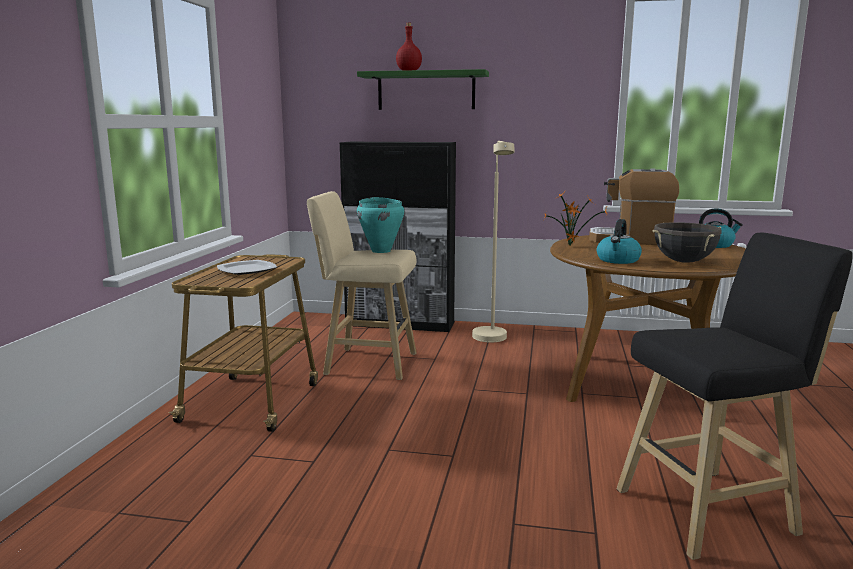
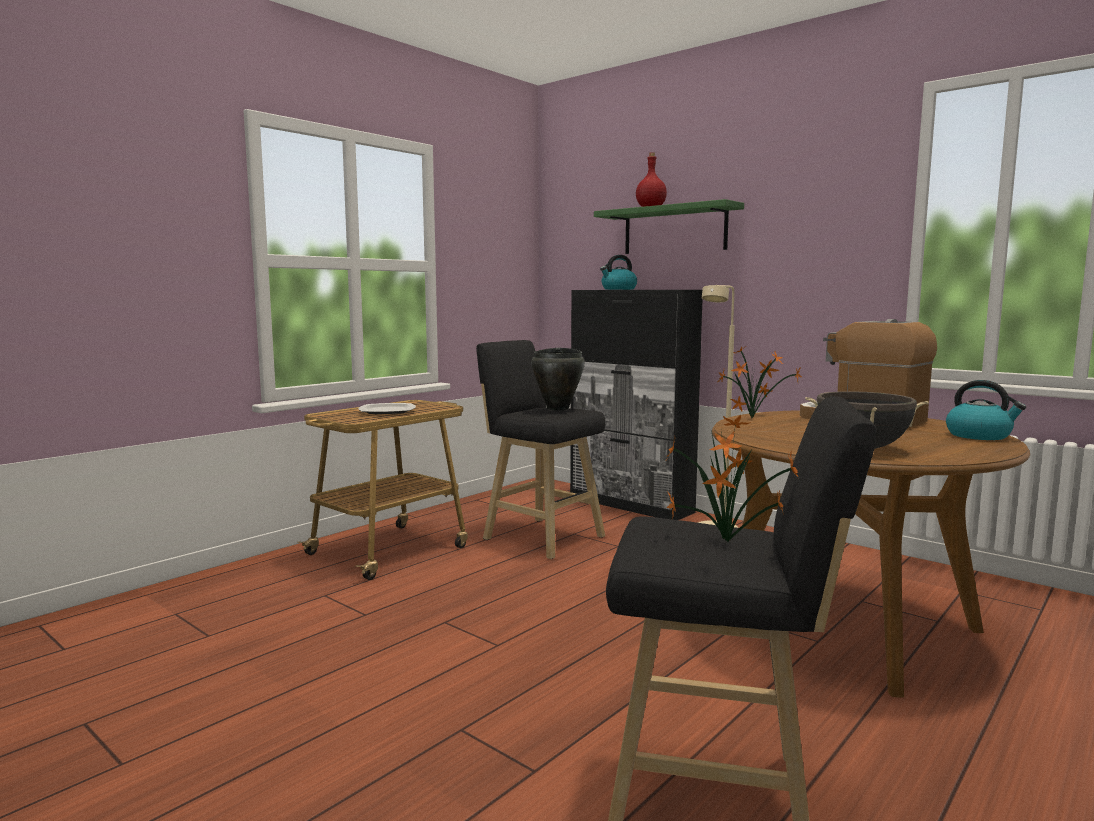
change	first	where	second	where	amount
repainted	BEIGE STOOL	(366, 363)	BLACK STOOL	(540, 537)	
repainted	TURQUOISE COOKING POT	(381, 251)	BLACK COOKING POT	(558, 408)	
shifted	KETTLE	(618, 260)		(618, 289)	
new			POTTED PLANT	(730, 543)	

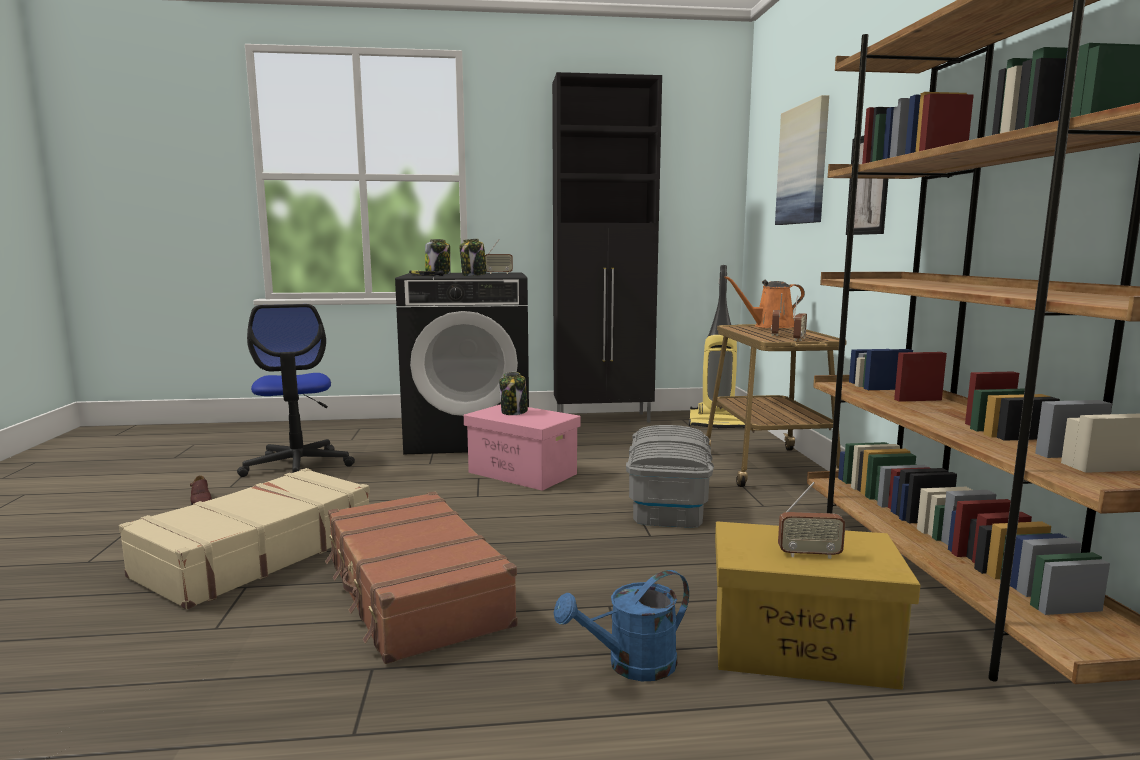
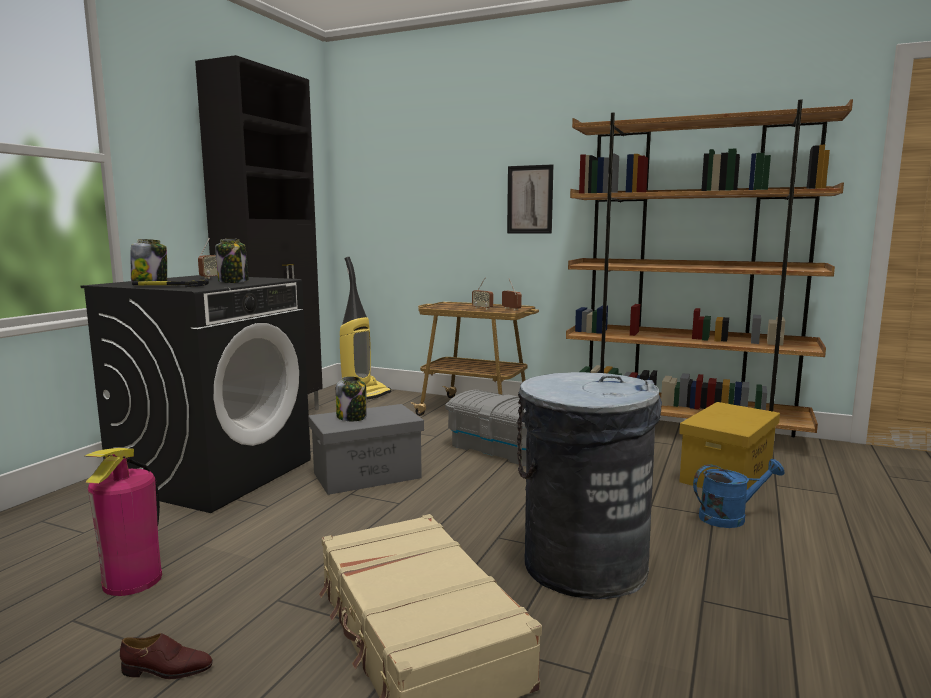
change	first	where	second	where	amount
swapped	OFFICE CHAIR	(298, 466)	FIRE EXTINGUISHER	(133, 580)	
repainted	PINK STORAGE BOX	(523, 473)	GREY STORAGE BOX	(368, 475)	
swapped	BROWN SUITCASE	(414, 592)	GREY TRASH CAN	(583, 564)	
rotated	BLUE WATERING CAN	(631, 665)		(729, 517)	105 degrees counterclockwise
gone	ORANGE WATERING CAN	(770, 326)			
gone	PICTURE	(803, 165)			
gone	RADIO	(809, 554)			

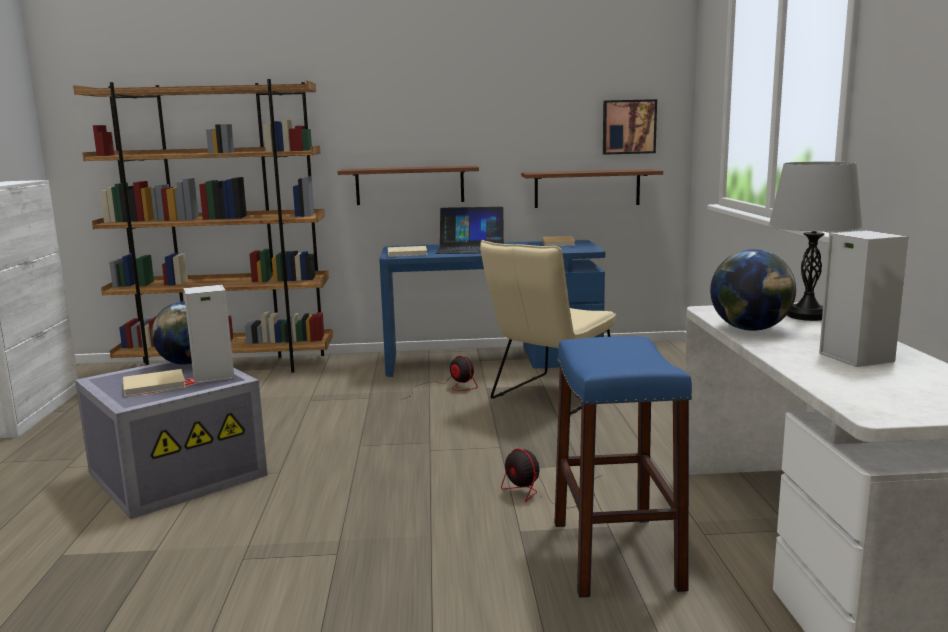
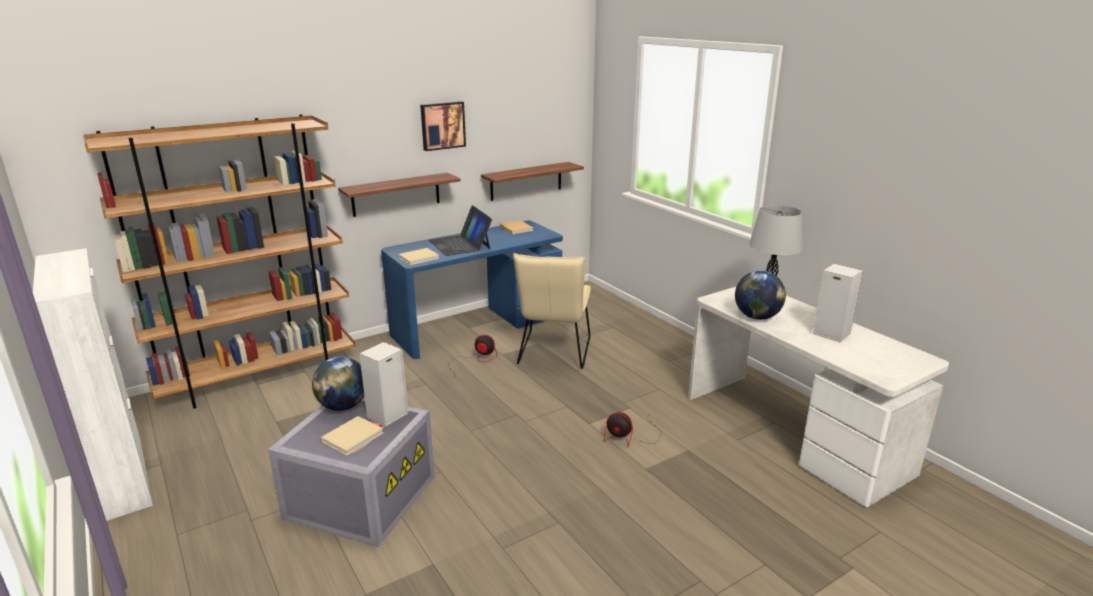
change	first	where	second	where	amount
shifted	PICTURE	(628, 127)		(442, 125)	
rotated	LAPTOP	(470, 248)		(460, 244)	90 degrees clockwise
gone	BLUE STOOL	(615, 554)			

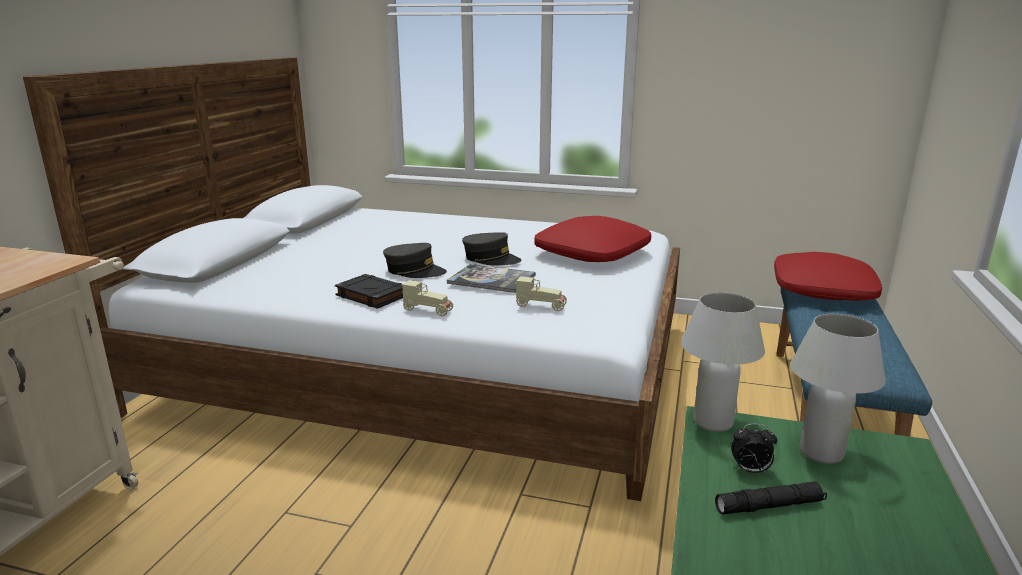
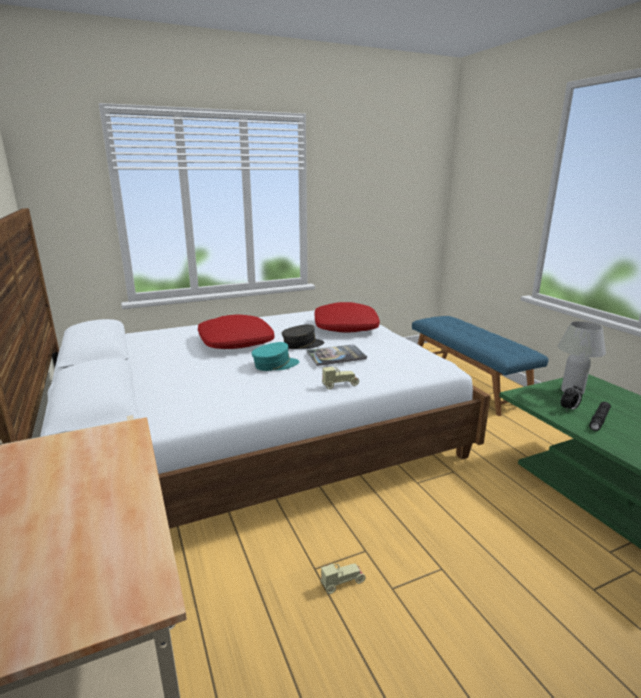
change	first	where	second	where	amount
shifted	RED PILLOW	(822, 290)		(235, 342)	
repainted	GREY CAP	(414, 271)	TURQUOISE CAP	(275, 365)	
shifted	BEIGE TOY CAR	(541, 306)		(342, 583)	
gone	BLACK BOOK	(371, 295)			
gone	WHITE TABLE LAMP	(713, 422)			

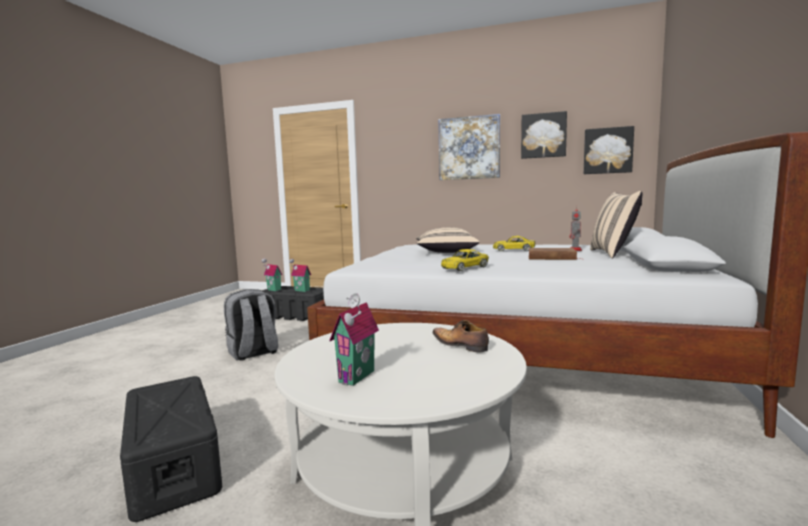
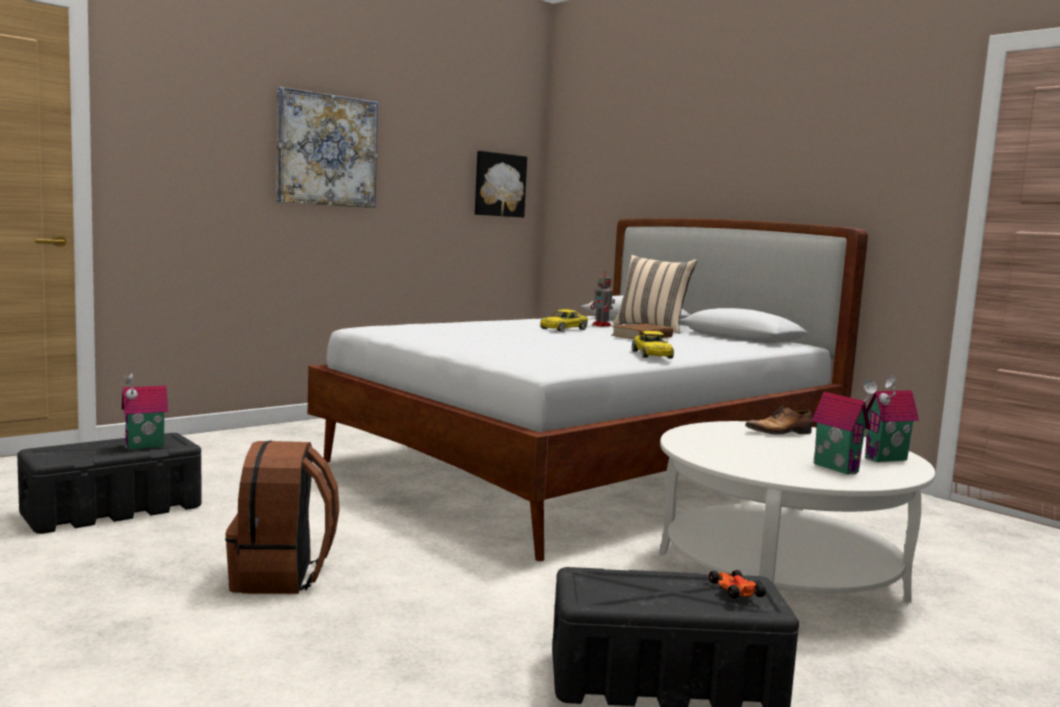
change	first	where	second	where	amount
repainted	GREY BACKPACK	(253, 353)	BROWN BACKPACK	(282, 576)	
new			TOY CAR	(734, 591)	
shifted	TOY HOUSE	(273, 290)		(887, 459)	
gone	BEIGE PILLOW	(445, 252)			
gone	PICTURE	(543, 135)			

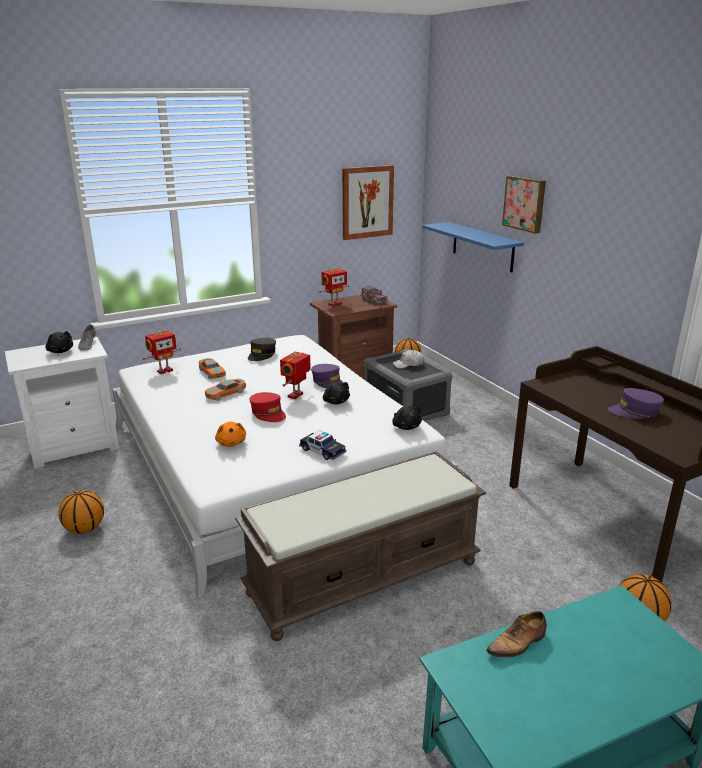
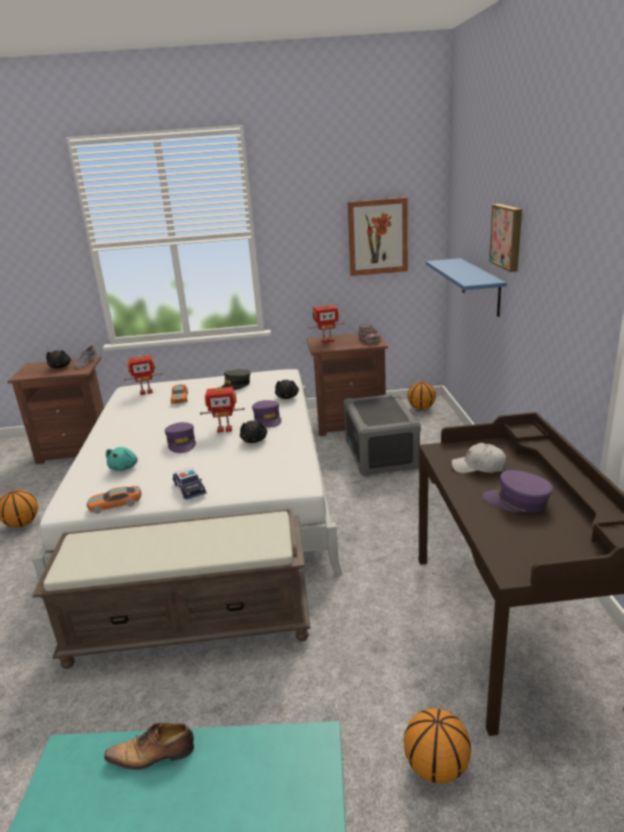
change	first	where	second	where	amount
repainted	WHITE NIGHTSTAND	(75, 446)	BROWN NIGHTSTAND	(78, 450)	
shifted	TOY CAR	(225, 393)		(115, 504)	
repainted	ORANGE PLUSH TOY	(231, 443)	TURQUOISE PLUSH TOY	(124, 467)	
repainted	RED CAP	(268, 413)	PURPLE CAP	(182, 443)	
rotated	TOY ROBOT	(296, 395)		(224, 429)	150 degrees counterclockwise
shifted	BLACK PLUSH TOY	(406, 426)		(287, 397)	
shifted	WHITE CAP	(408, 364)		(478, 467)	

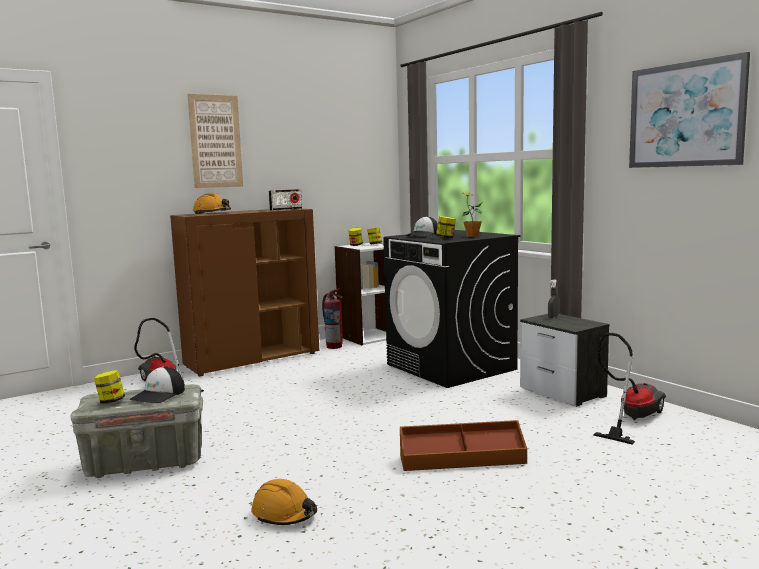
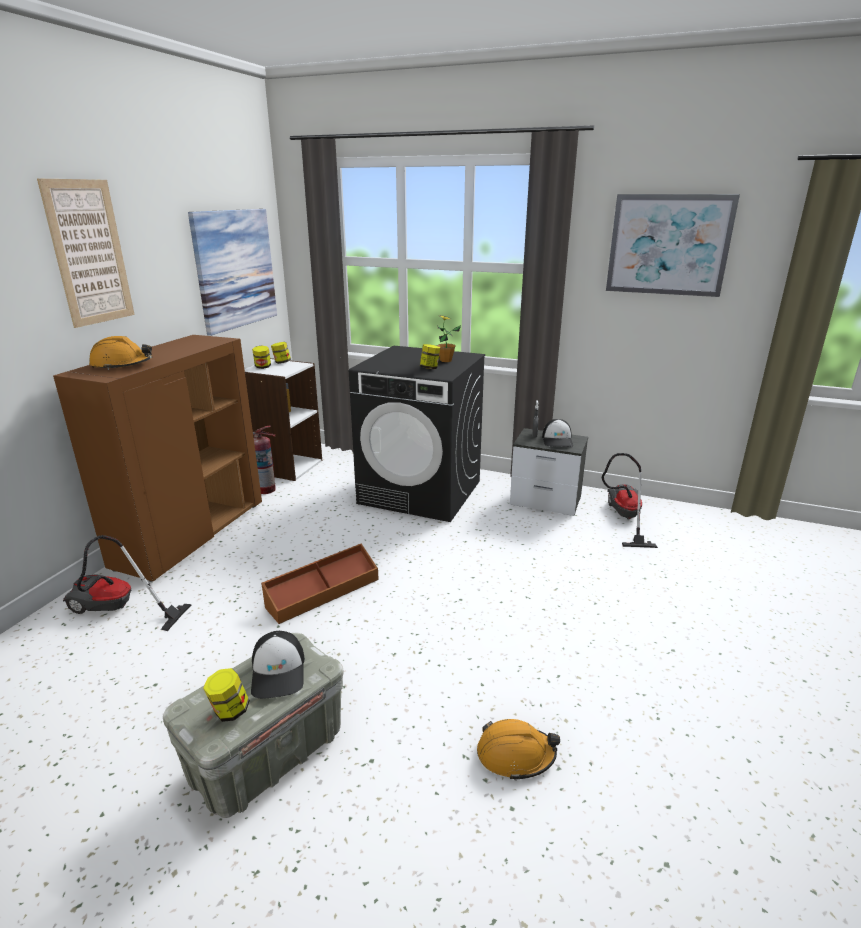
change	first	where	second	where	amount
new			PICTURE	(235, 269)	
shifted	BROWN STORAGE BOX	(462, 459)		(323, 592)	
shifted	CAP	(423, 235)		(557, 440)	
gone	RADIO	(286, 209)			

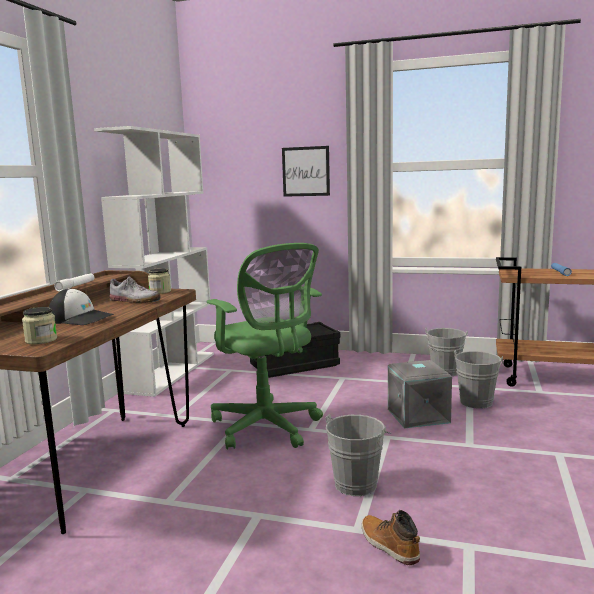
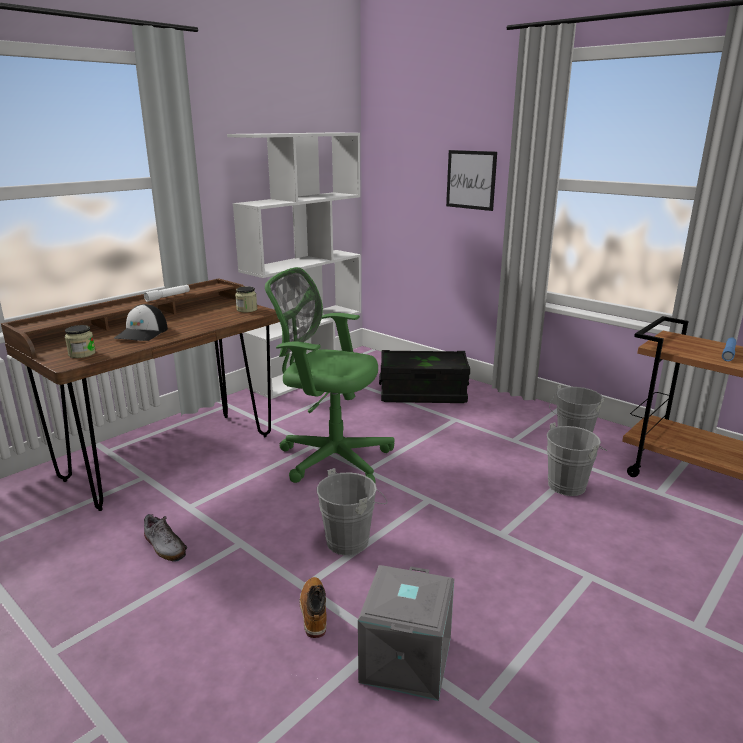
change	first	where	second	where	amount
rotated	CAP	(81, 318)		(142, 333)	60 degrees clockwise
shifted	SHOE	(134, 300)		(165, 546)	
rotated	GREEN OFFICE CHAIR	(268, 428)		(331, 458)	120 degrees clockwise
shifted	GREY STORAGE BOX	(417, 415)		(404, 658)	

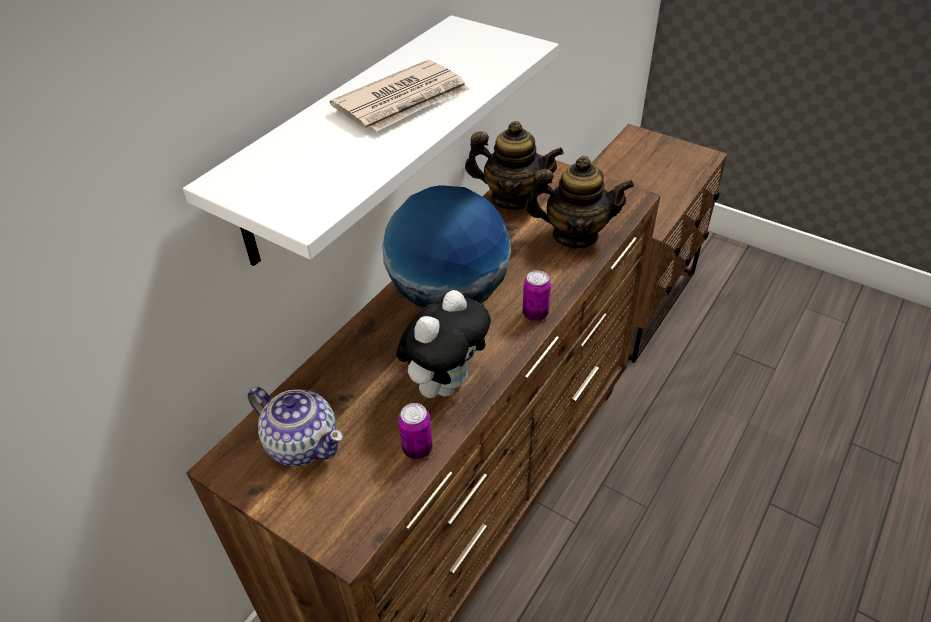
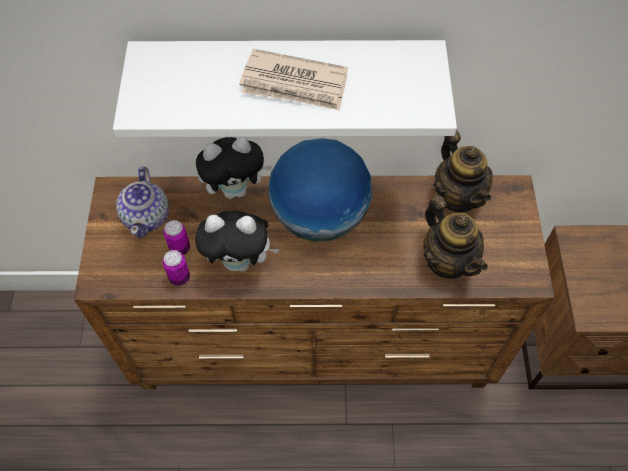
change	first	where	second	where	amount
shifted	CAN	(535, 314)		(180, 248)	
new			PLUSH TOY	(236, 189)	

